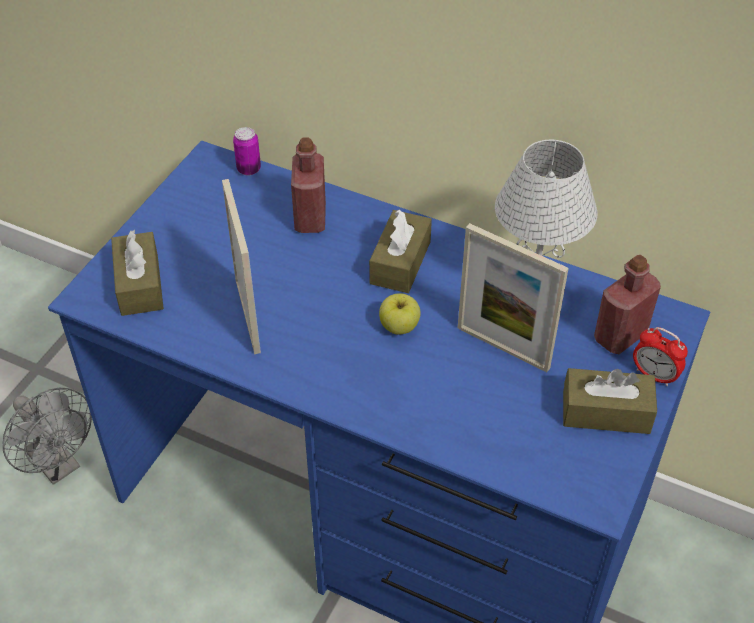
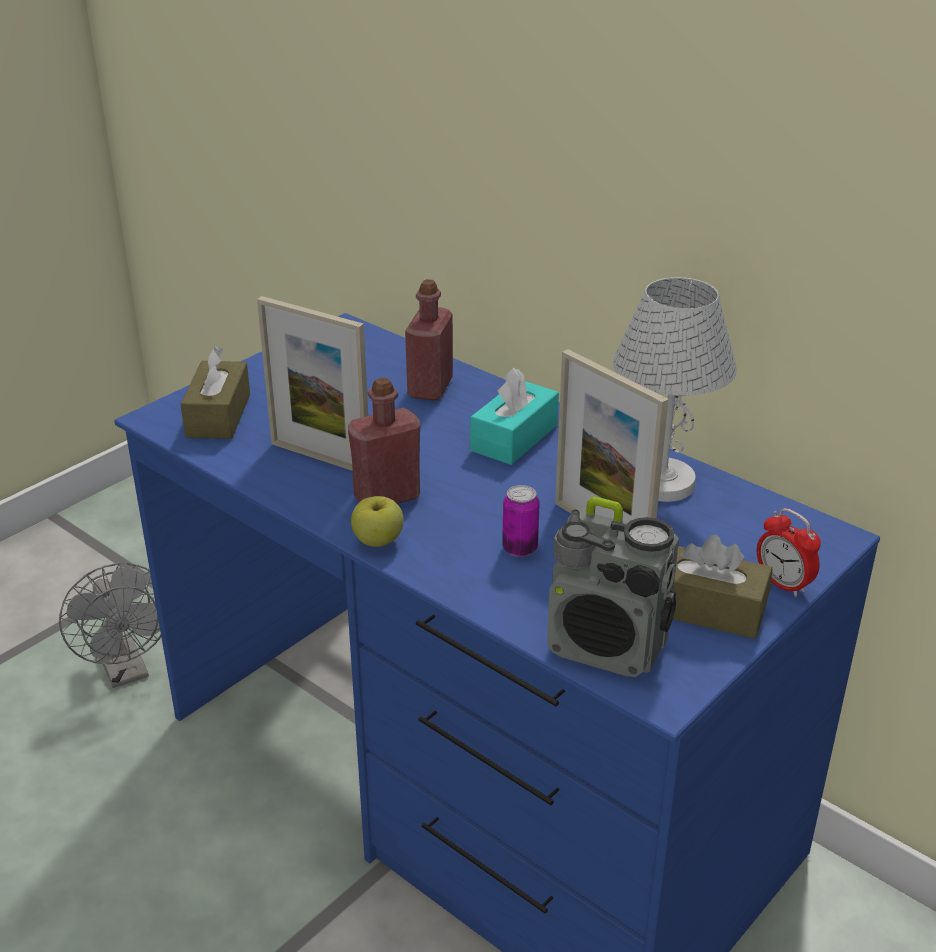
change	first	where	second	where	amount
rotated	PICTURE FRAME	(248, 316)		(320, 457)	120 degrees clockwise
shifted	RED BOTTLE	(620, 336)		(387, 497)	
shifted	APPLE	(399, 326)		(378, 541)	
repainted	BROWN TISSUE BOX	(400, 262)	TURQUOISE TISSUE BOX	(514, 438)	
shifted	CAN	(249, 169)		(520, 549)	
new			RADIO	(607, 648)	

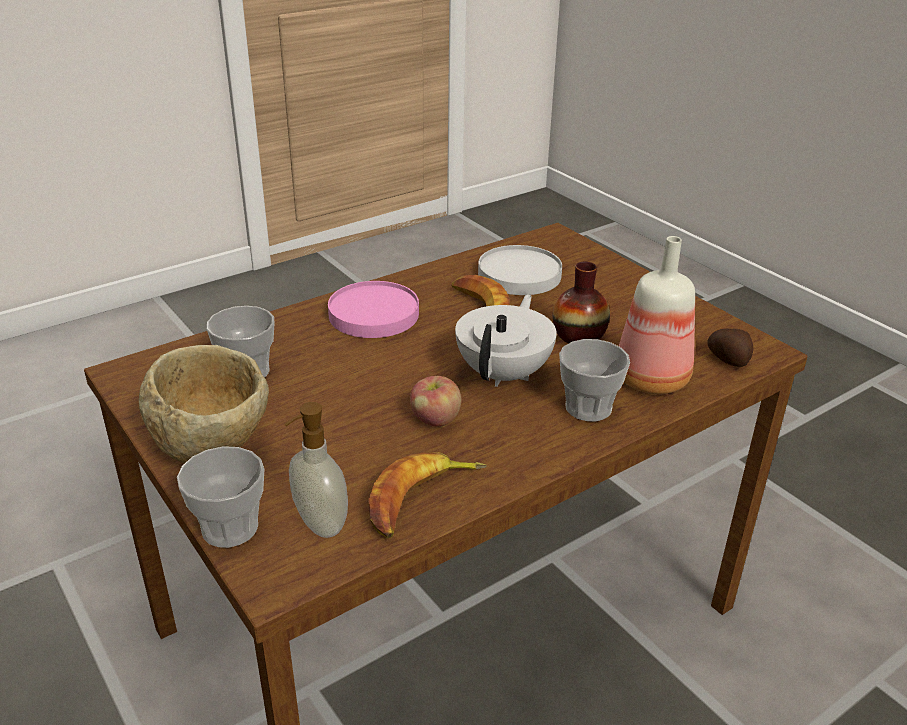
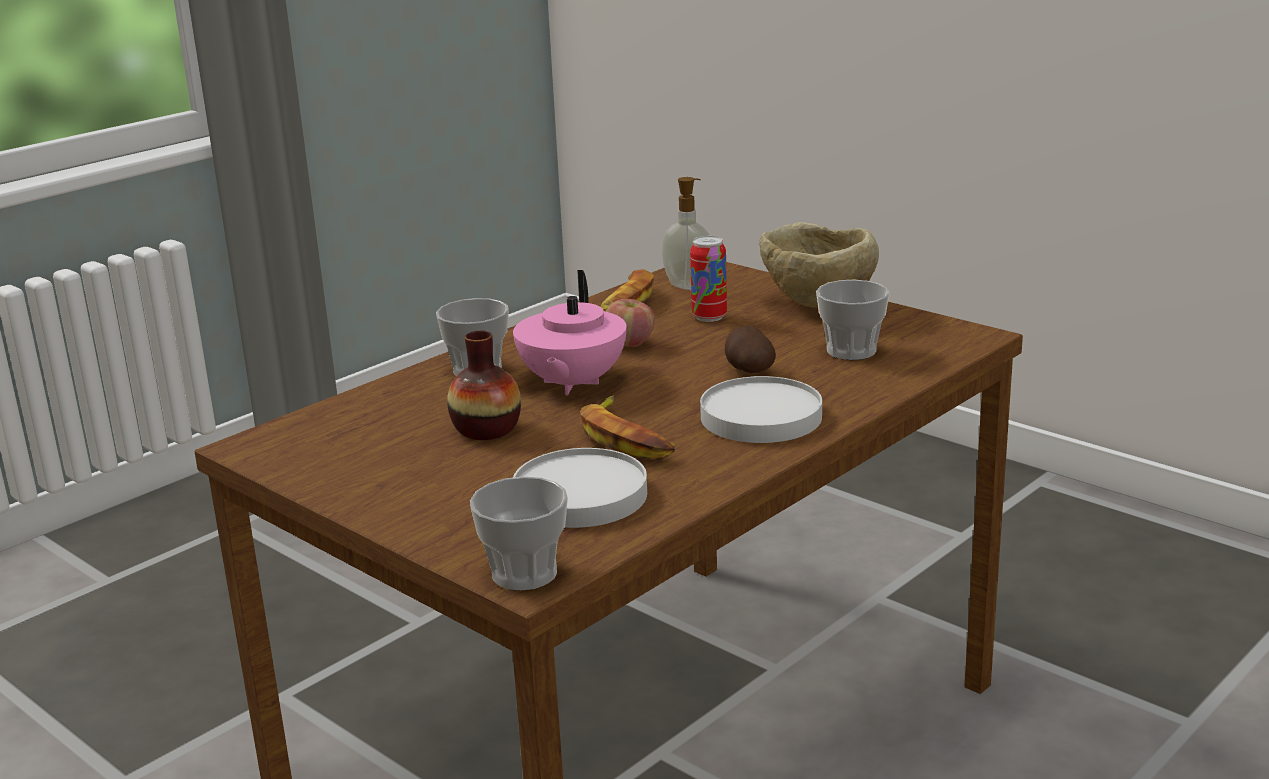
change	first	where	second	where	amount
shifted	CUP	(230, 528)		(524, 574)	
repainted	WHITE TEAPOT	(505, 373)	PINK TEAPOT	(571, 384)	
new			CAN	(709, 317)	
repainted	PINK PLATE	(374, 314)	WHITE PLATE	(760, 417)	
shifted	POTATO	(729, 360)		(747, 370)	
gone	BOTTLE	(650, 378)			

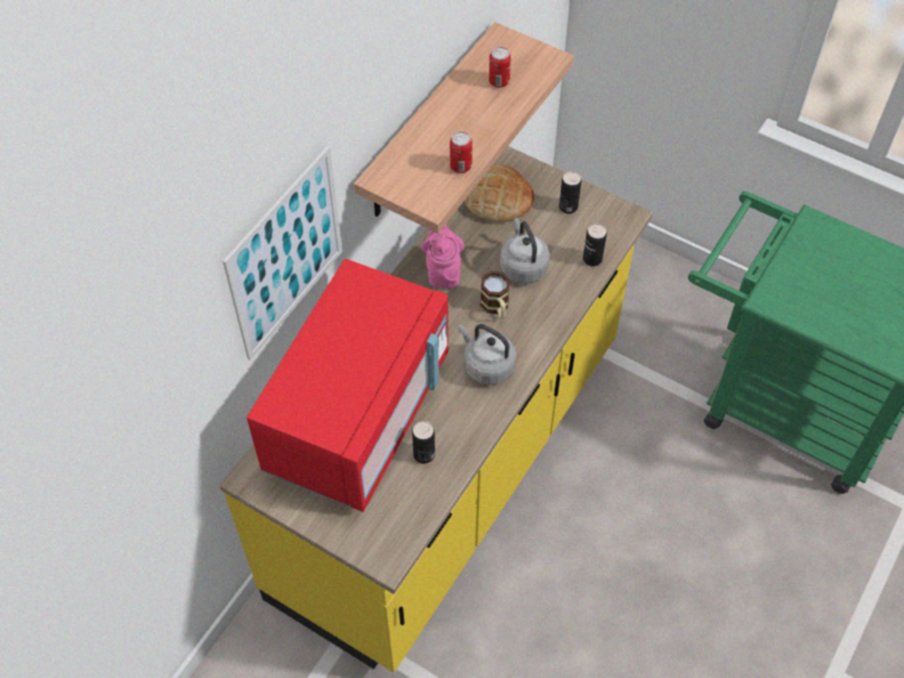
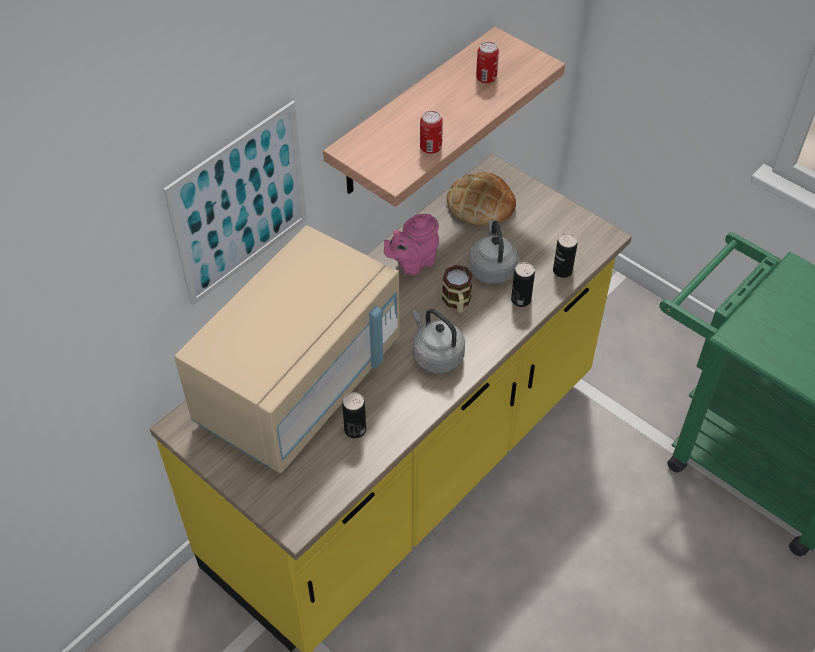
change	first	where	second	where	amount
repainted	RED MICROWAVE	(359, 415)	BEIGE MICROWAVE	(300, 383)	
rotated	PINK TEAPOT	(443, 271)		(413, 263)	135 degrees counterclockwise
shifted	CAN	(568, 207)		(521, 300)	

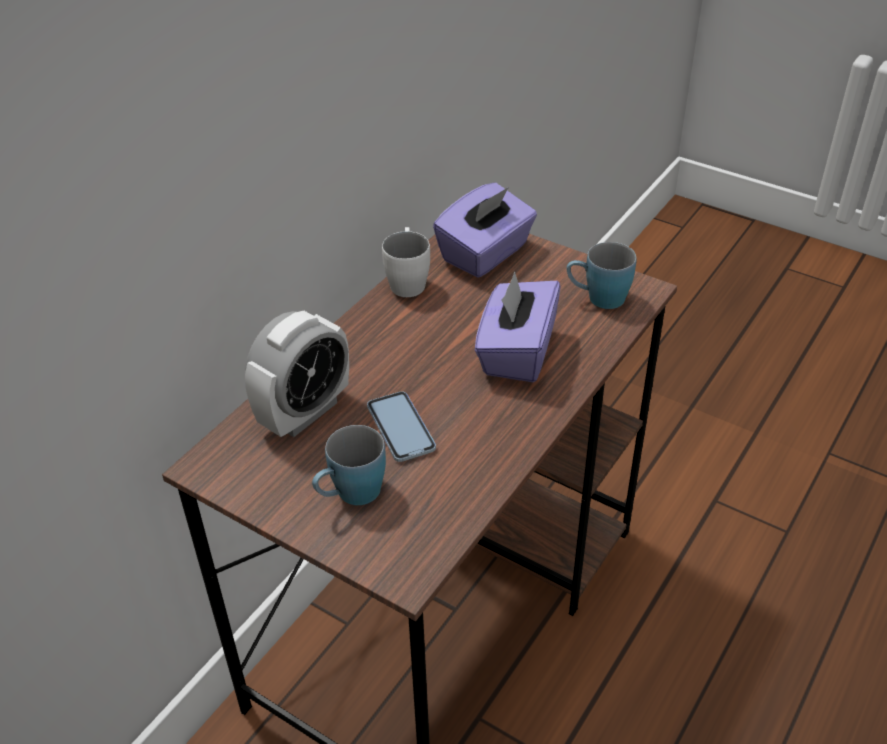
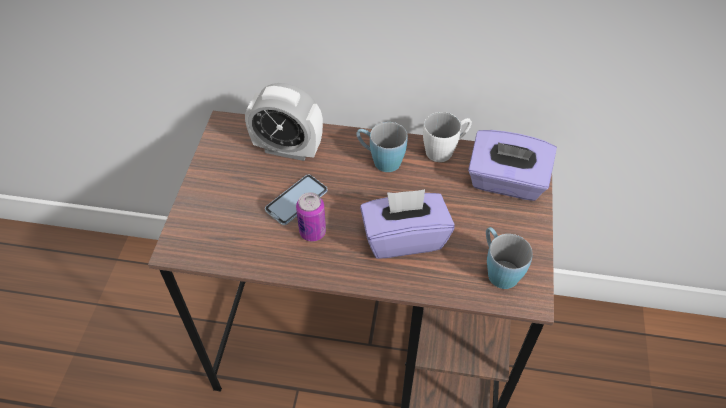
change	first	where	second	where	amount
new			CAN	(312, 232)	
shifted	BLUE MUG	(350, 495)		(380, 160)	

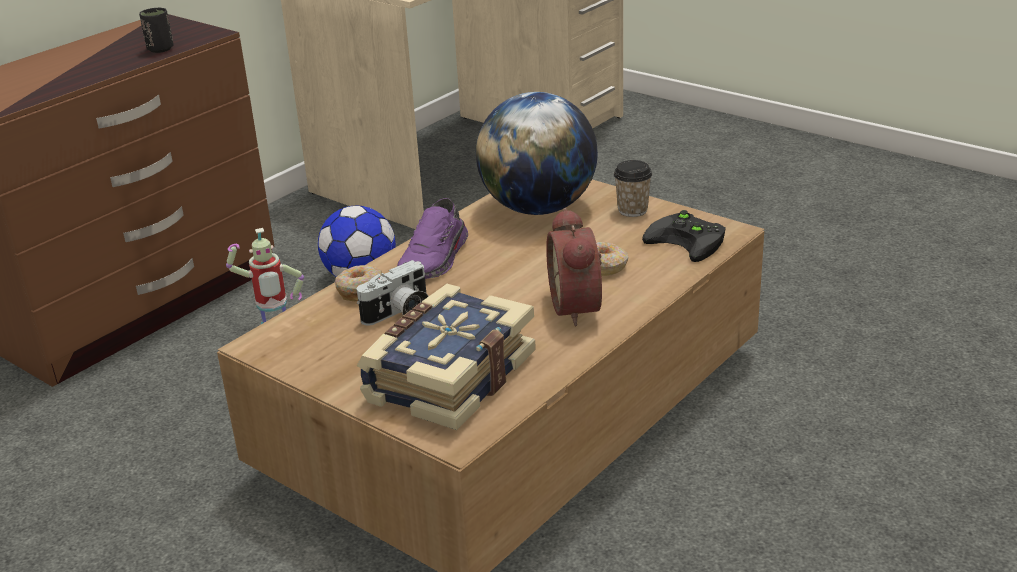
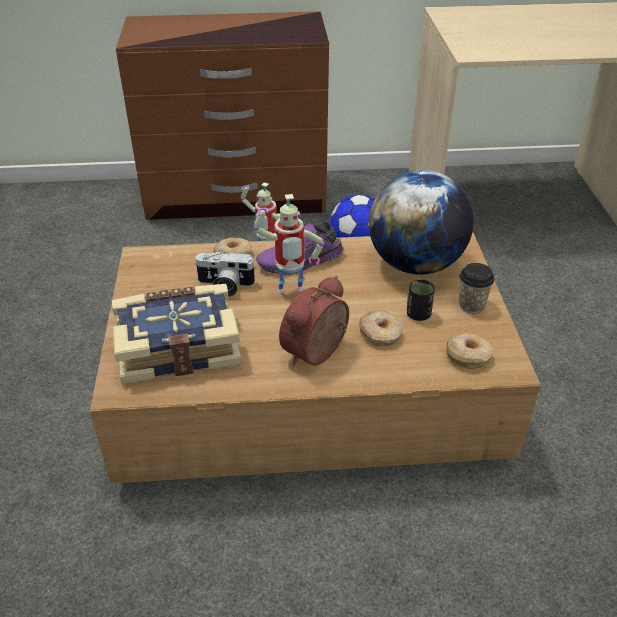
change	first	where	second	where	amount
new			TOY ROBOT	(290, 293)	
shifted	BLACK CUP	(160, 49)		(418, 314)	
swapped	BLACK GAME CONTROLLER	(690, 241)	DONUT	(468, 356)	

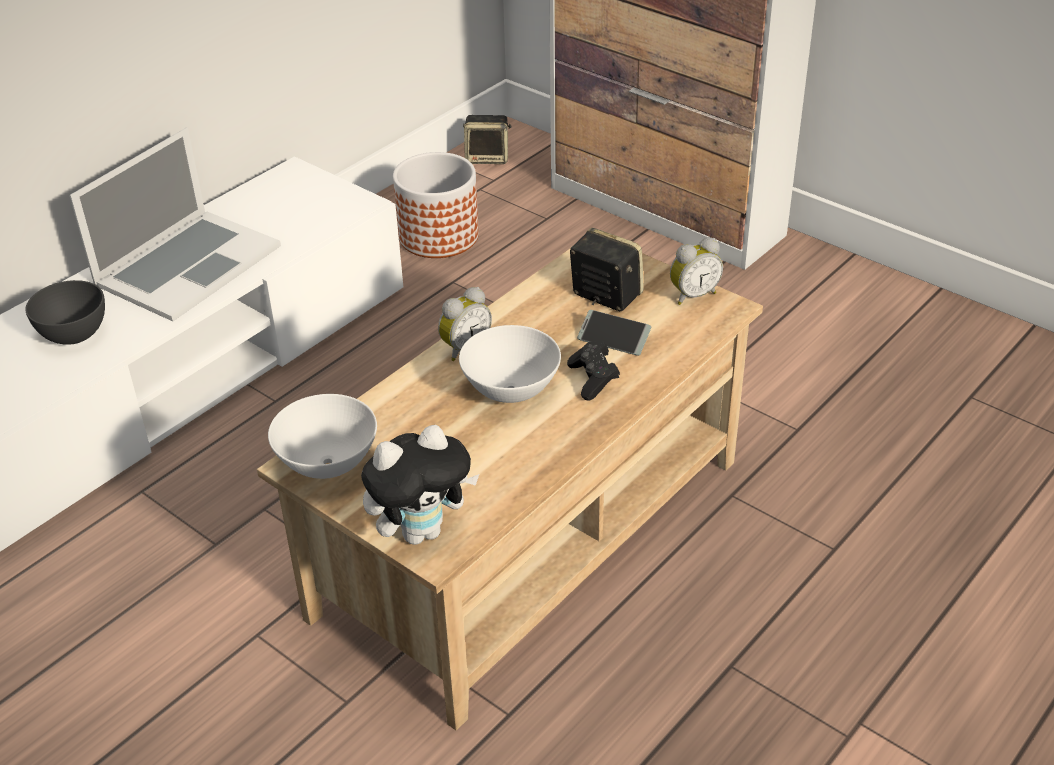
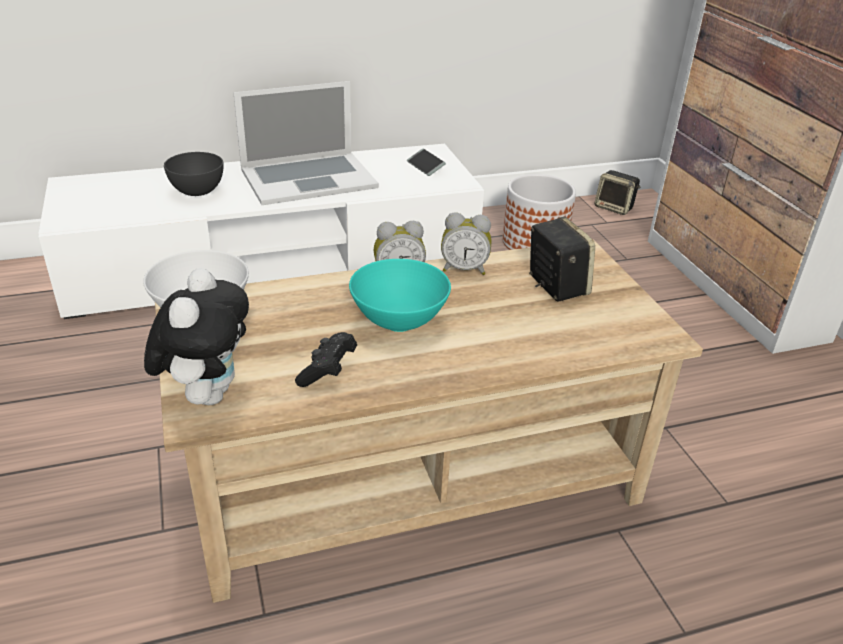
change	first	where	second	where	amount
rotated	PLUSH TOY	(422, 531)		(207, 394)	90 degrees counterclockwise
shifted	BLACK GAME CONTROLLER	(593, 380)		(327, 371)	
repainted	WHITE BOWL	(510, 392)	TURQUOISE BOWL	(398, 322)	
shifted	PHONE	(614, 339)		(425, 166)	
shifted	ALARM CLOCK	(692, 295)		(464, 269)	

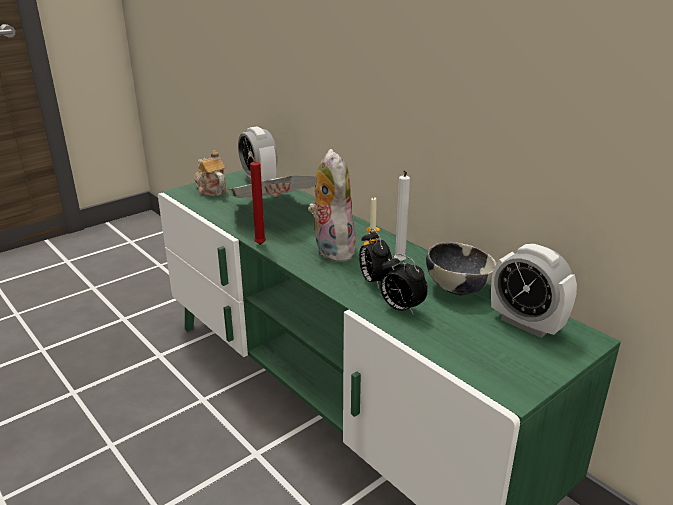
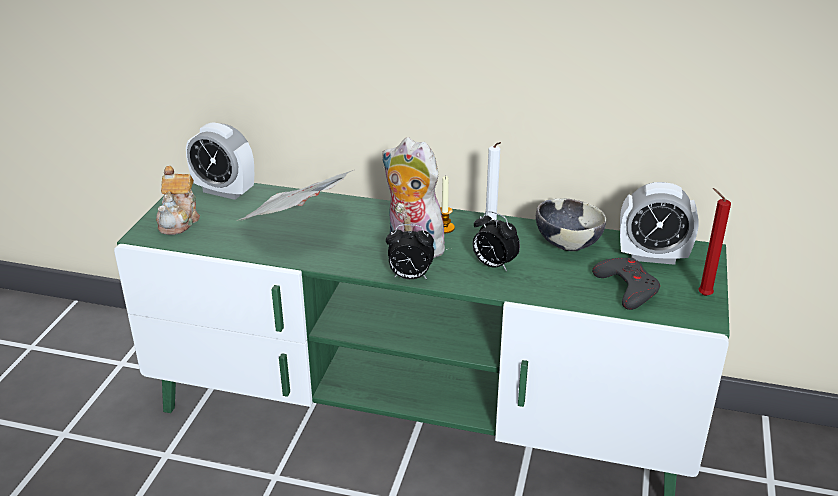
change	first	where	second	where	amount
rotated	TEAPOT	(211, 190)		(180, 220)	105 degrees counterclockwise
shifted	ALARM CLOCK	(401, 308)		(409, 277)	
new			GREY GAME CONTROLLER	(627, 288)	
shifted	RED CANDLE	(259, 243)		(702, 295)	

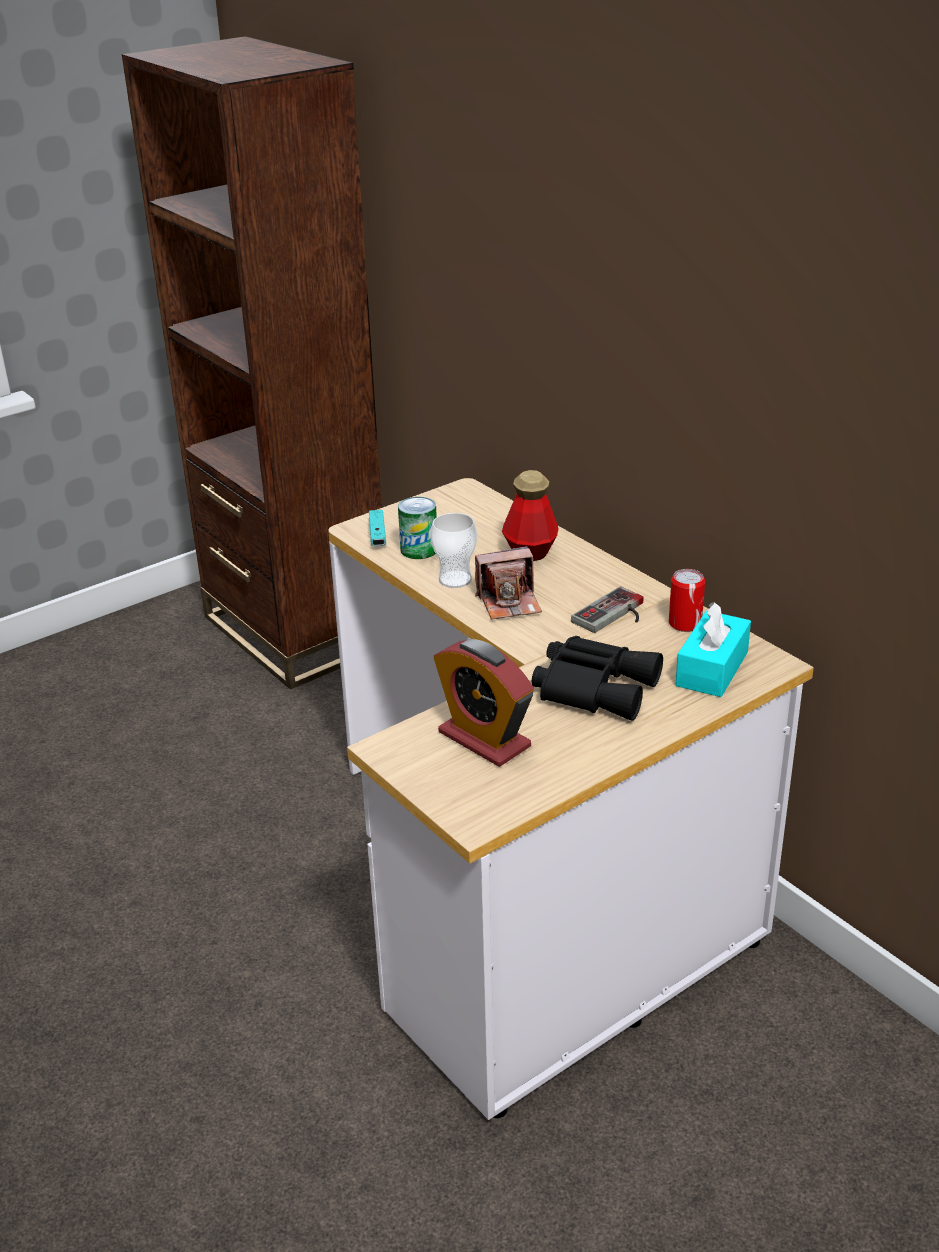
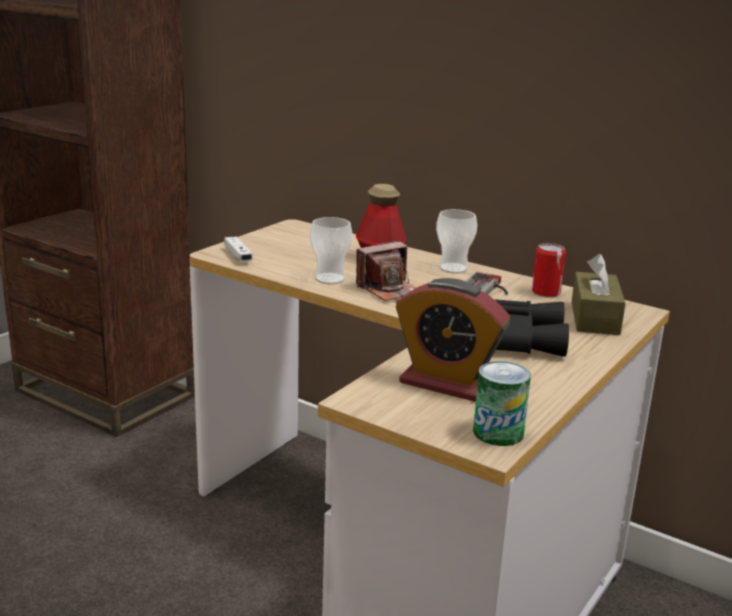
change	first	where	second	where	amount
repainted	TURQUOISE GAME CONTROLLER	(377, 535)	WHITE GAME CONTROLLER	(238, 256)	
new			CUP	(453, 268)	
shifted	CAN	(419, 550)		(498, 432)	
repainted	TURQUOISE TISSUE BOX	(712, 669)	BROWN TISSUE BOX	(594, 318)	

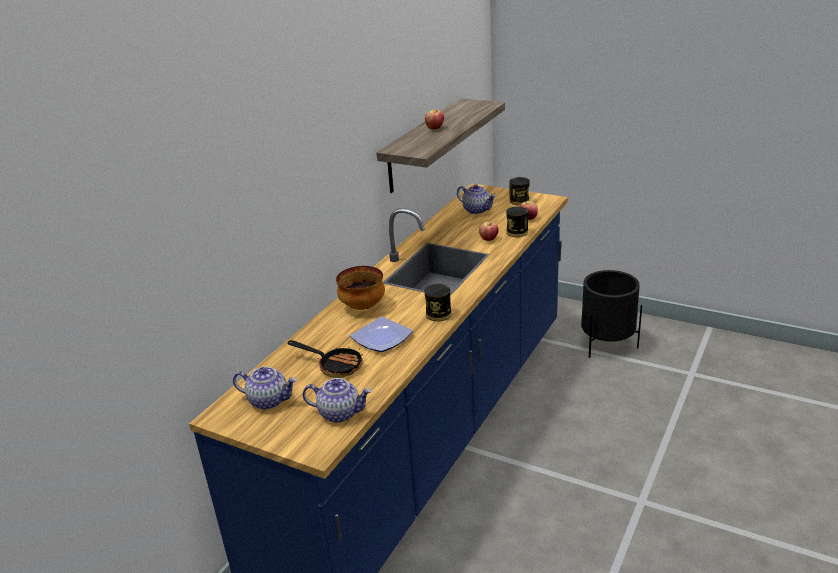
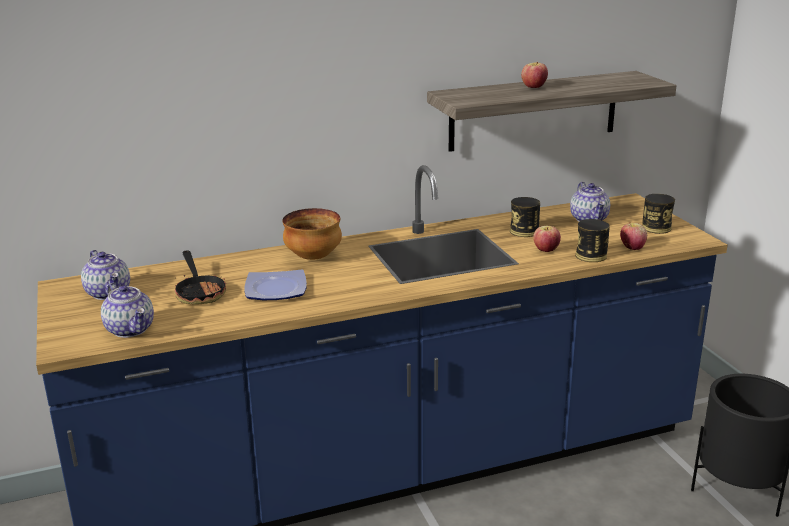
change	first	where	second	where	amount
shifted	CAN	(438, 314)		(524, 231)	

